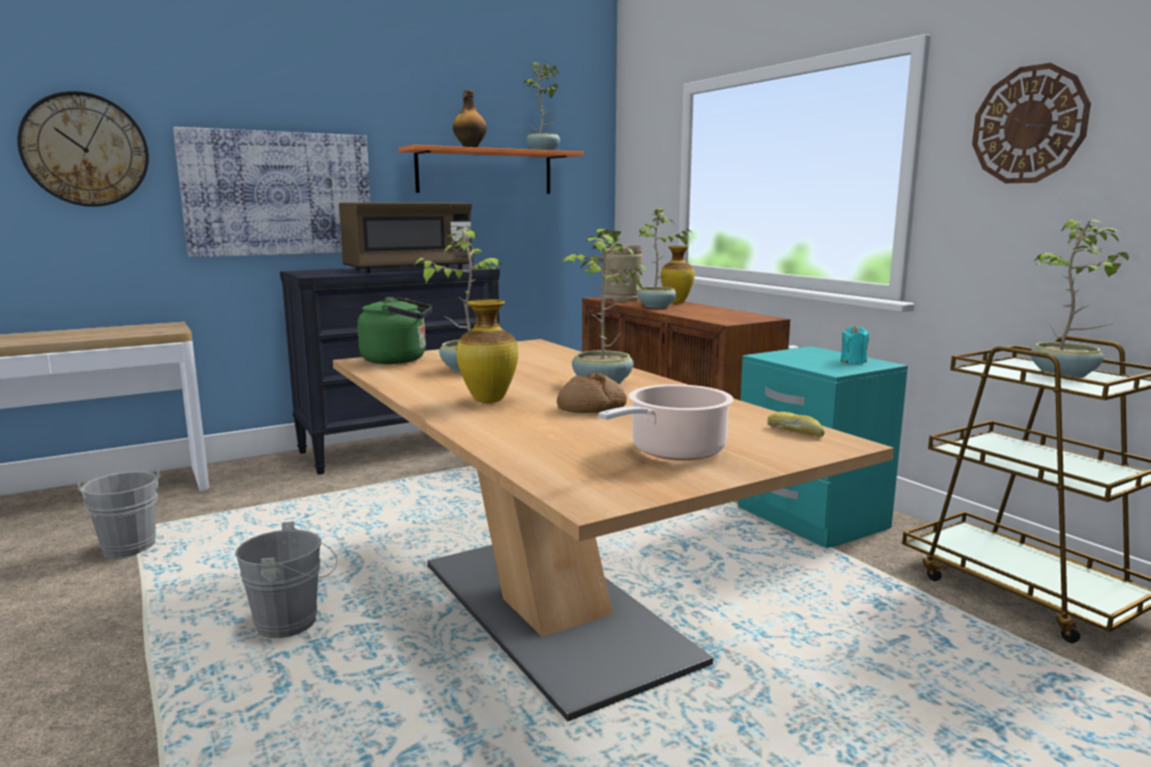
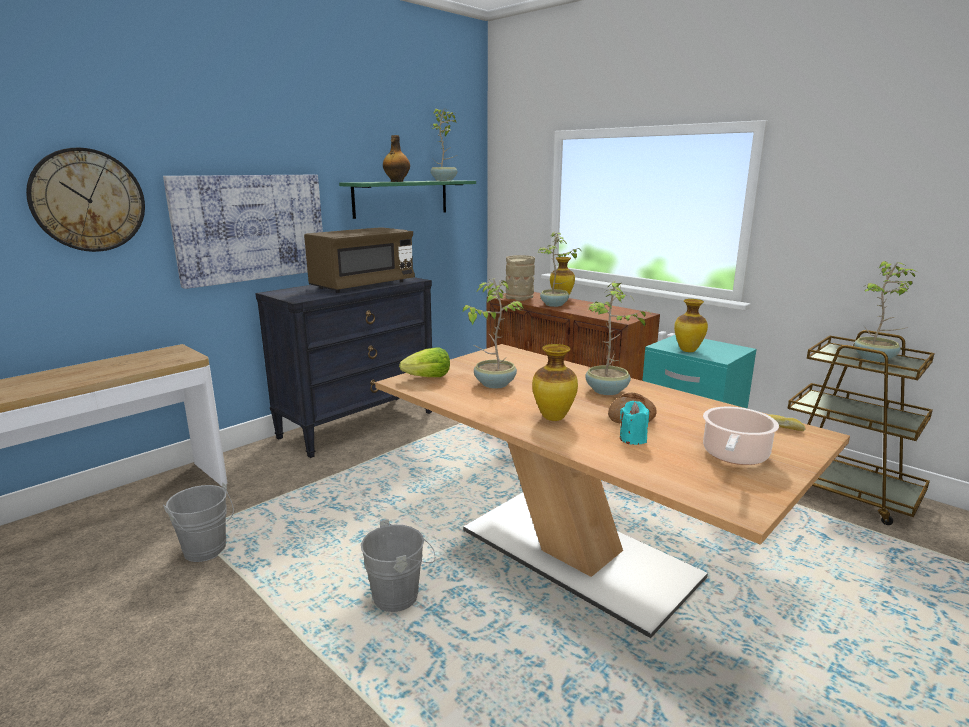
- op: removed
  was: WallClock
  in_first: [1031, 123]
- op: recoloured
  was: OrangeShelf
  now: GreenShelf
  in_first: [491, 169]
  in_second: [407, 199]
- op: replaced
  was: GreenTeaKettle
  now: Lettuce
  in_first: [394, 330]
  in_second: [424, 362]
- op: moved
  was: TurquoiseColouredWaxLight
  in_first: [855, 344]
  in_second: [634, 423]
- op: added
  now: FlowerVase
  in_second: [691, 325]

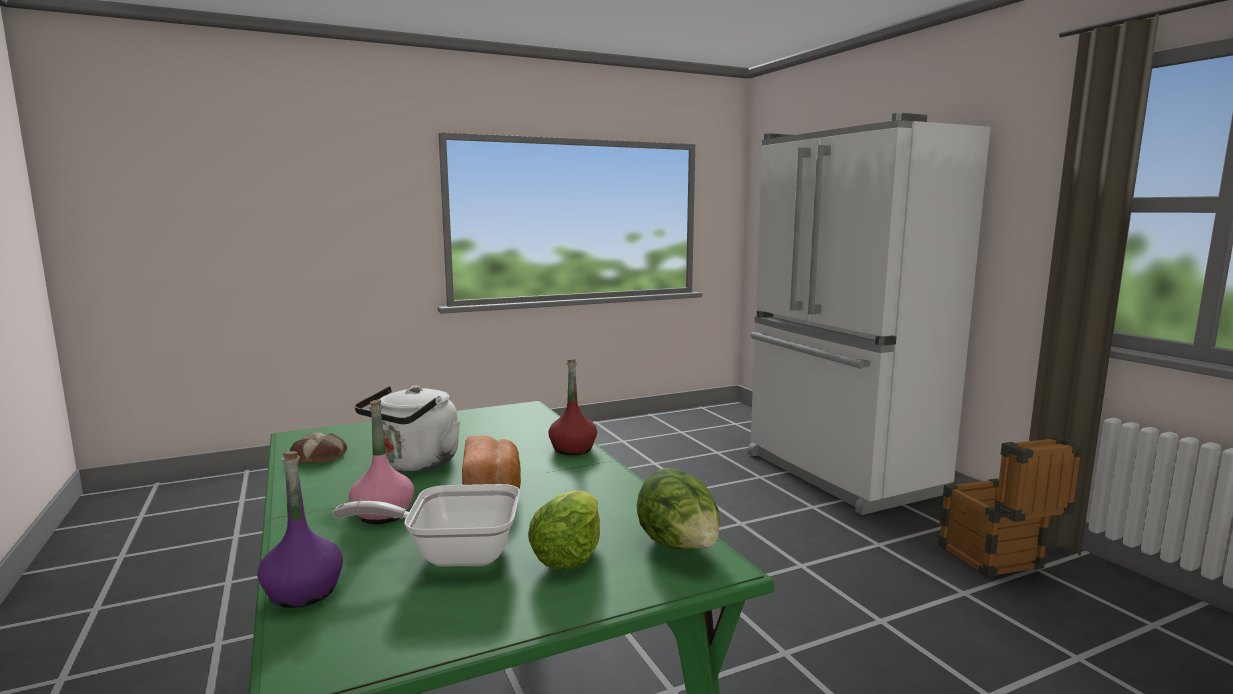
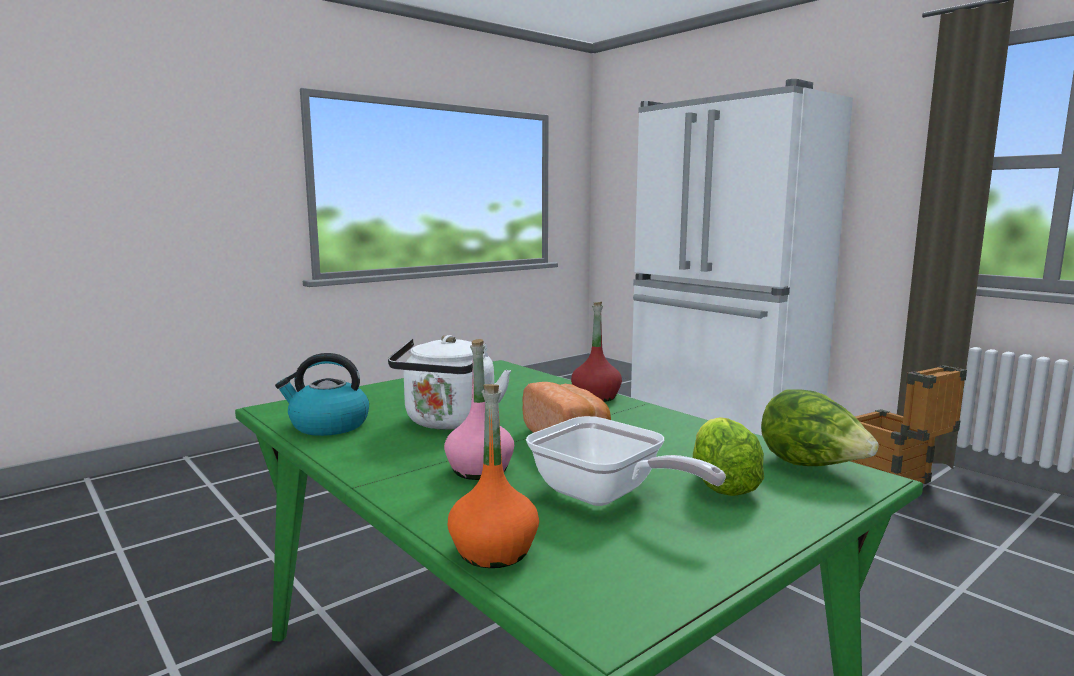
- op: replaced
  was: BakeryBread
  now: TeaKettle
  in_first: [318, 447]
  in_second: [322, 394]
- op: recoloured
  was: PurpleBeverageBottle
  now: OrangeBeverageBottle
  in_first: [300, 529]
  in_second: [493, 476]
- op: turned
  was: Skillet
  in_first: [426, 525]
  in_second: [626, 461]
  clockwise: -120

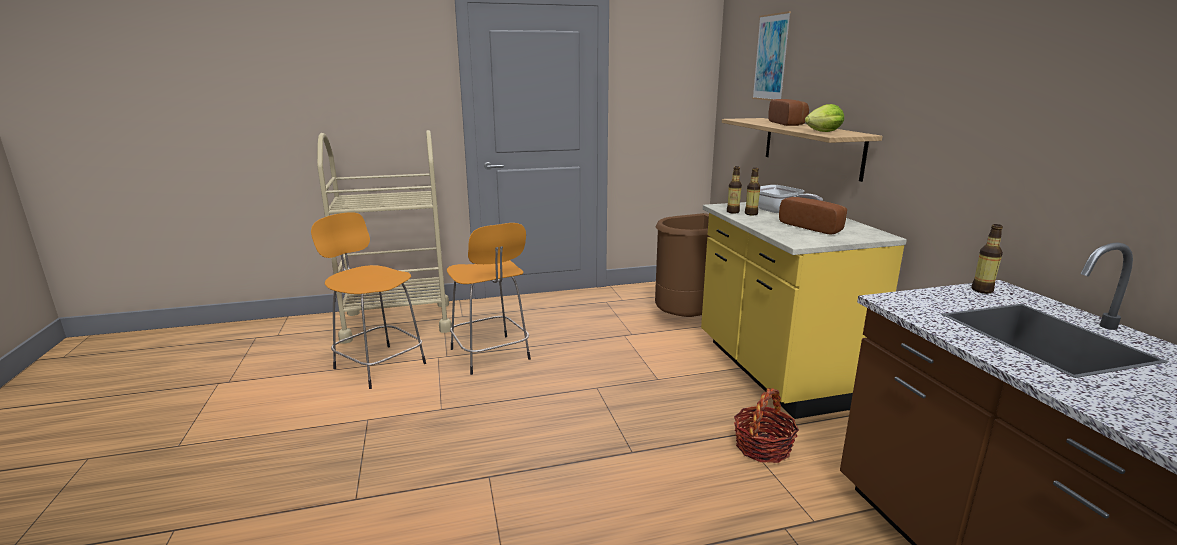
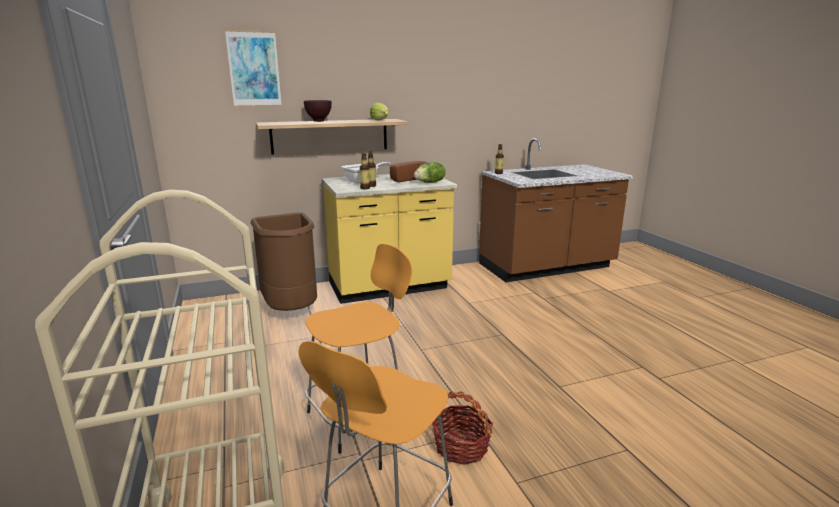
- op: replaced
  was: BakeryBread
  now: BrownBowl
  in_first: [788, 112]
  in_second: [318, 111]
- op: moved
  was: Basket
  in_first: [766, 425]
  in_second: [462, 428]
- op: added
  now: Lettuce
  in_second: [430, 172]

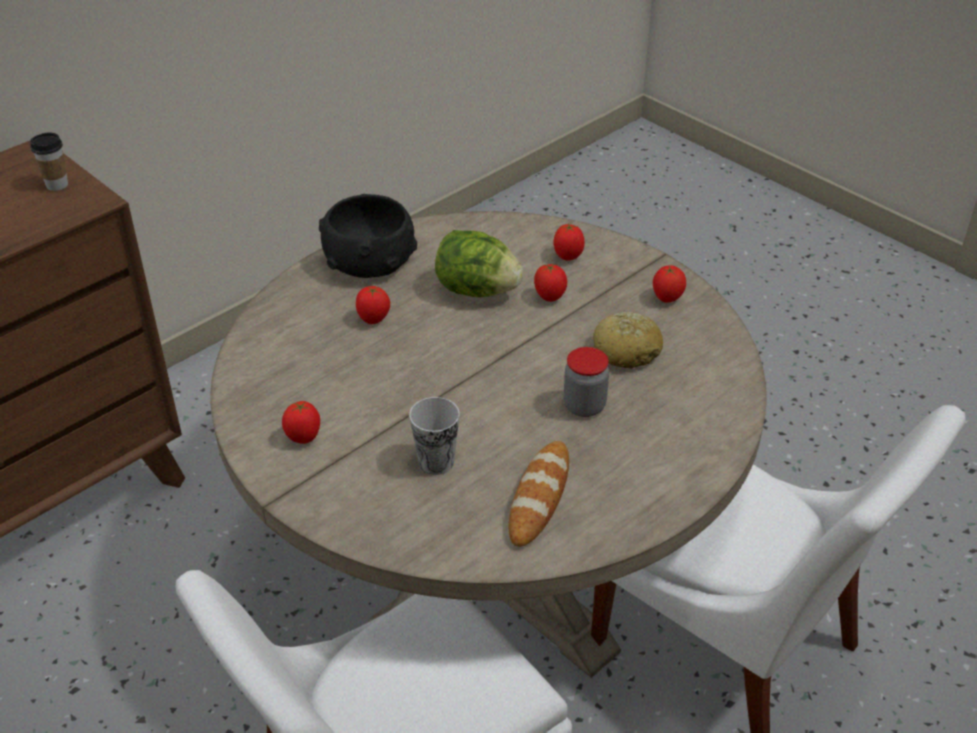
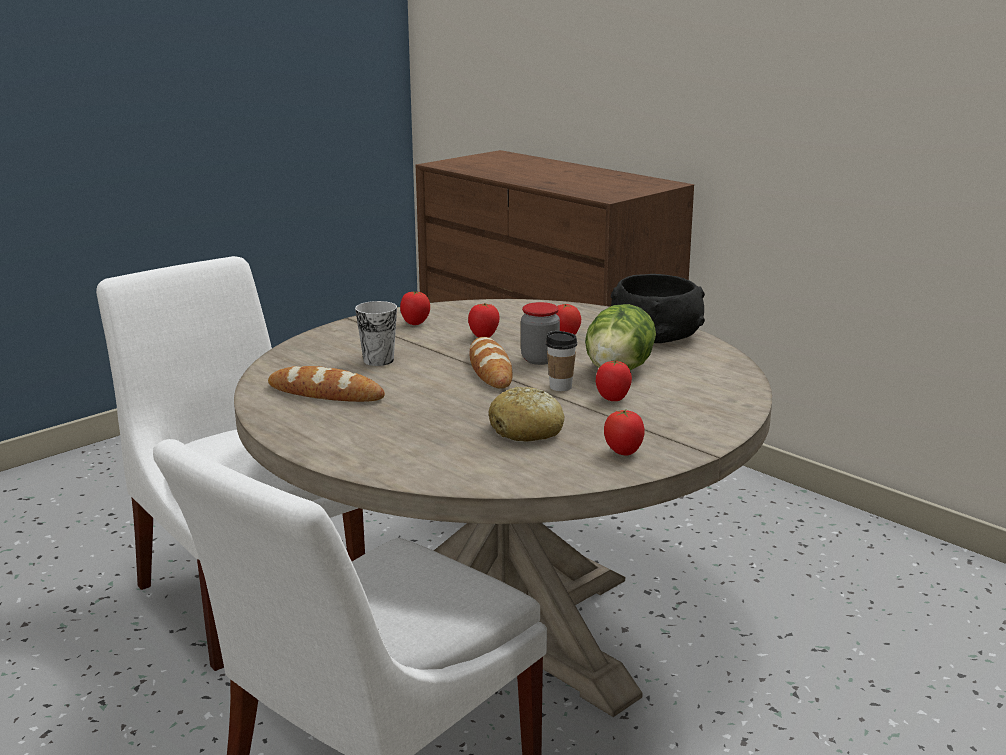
- op: moved
  was: SmallCup
  in_first: [49, 161]
  in_second: [561, 361]
- op: moved
  was: WholeTomato
  in_first: [569, 242]
  in_second: [484, 320]
- op: moved
  was: StorageJar
  in_first: [586, 382]
  in_second: [540, 333]
- op: added
  now: BakeryBread
  in_second: [491, 363]

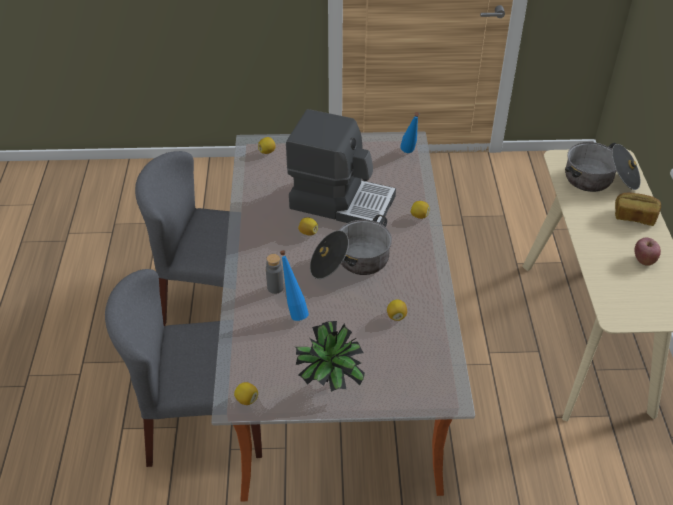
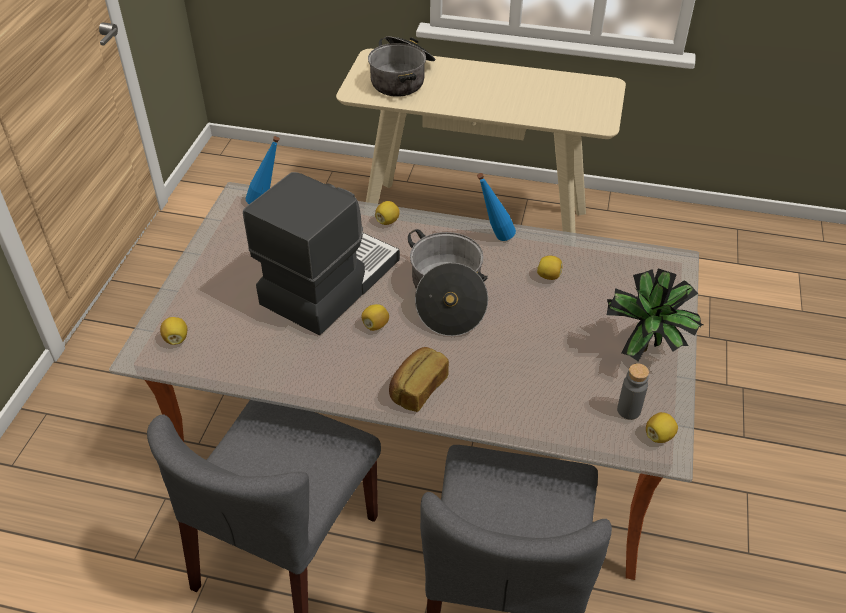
- op: moved
  was: BakeryBread
  in_first: [638, 209]
  in_second: [419, 379]
- op: removed
  was: AppleFruit
  in_first: [648, 251]
- op: moved
  was: BlueColouredBeverageBottle
  in_first: [294, 285]
  in_second: [496, 207]
- op: moved
  was: GreyBeverageBottle
  in_first: [274, 274]
  in_second: [633, 391]

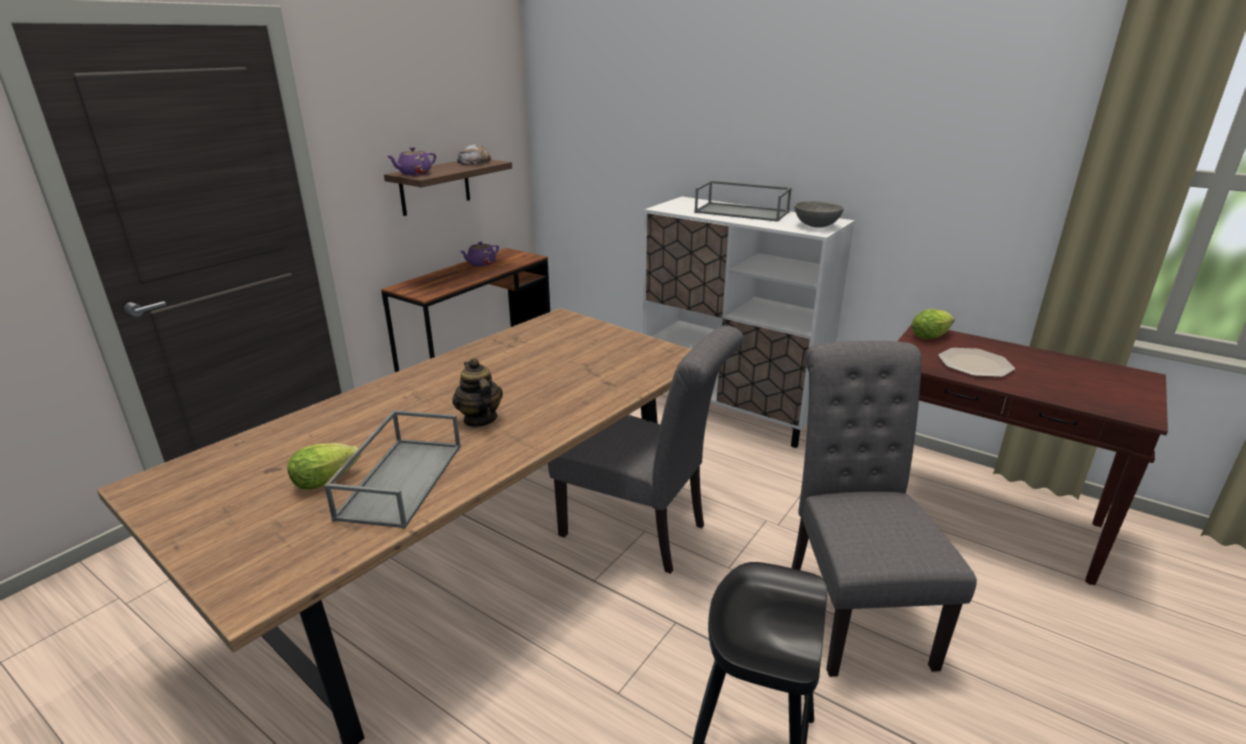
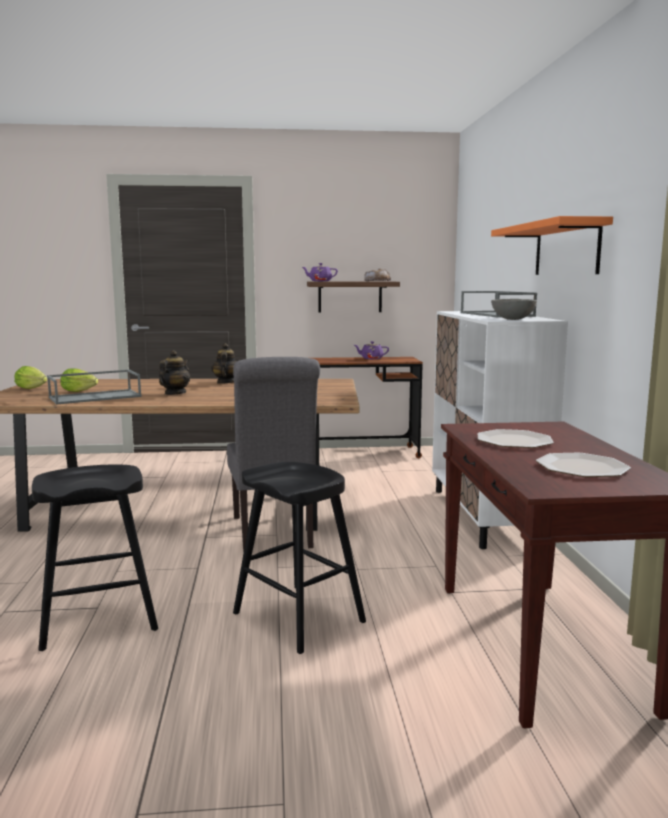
- op: moved
  was: Lettuce
  in_first: [933, 324]
  in_second: [30, 377]
- op: replaced
  was: GreyChair
  now: BlackColouredStool
  in_first: [884, 509]
  in_second: [299, 558]
- op: added
  now: OrangeShelf
  in_second: [552, 245]
- op: added
  now: Teapot
  in_second: [224, 363]
- op: added
  now: DinnerPlate
  in_second: [583, 465]

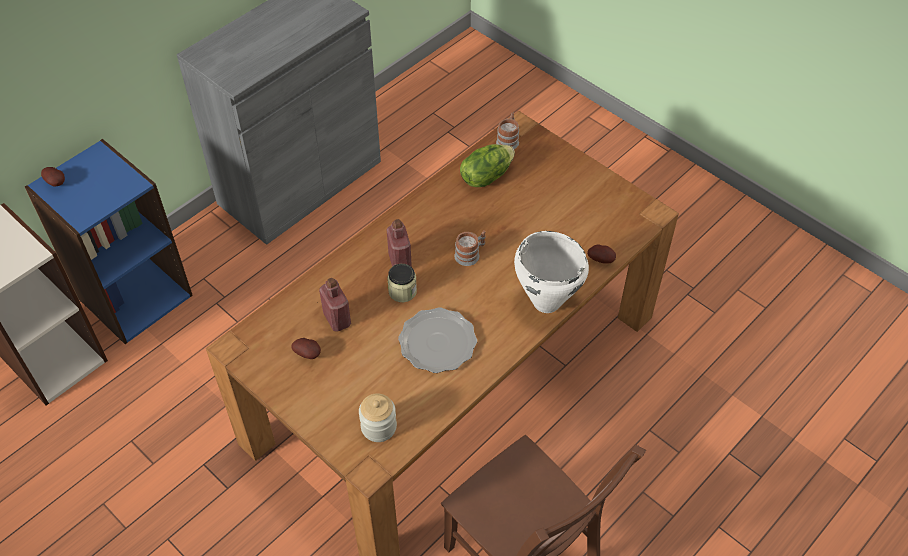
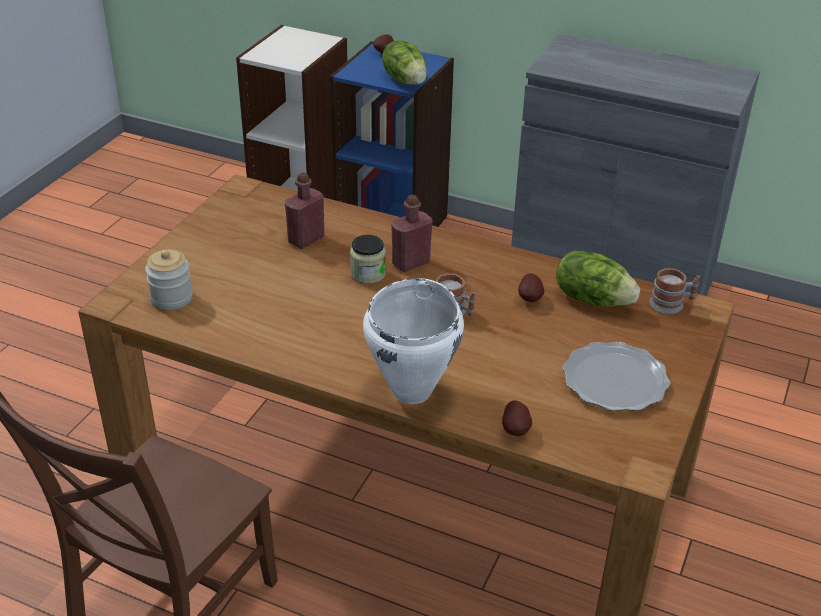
- op: moved
  was: DinnerPlate
  in_first: [437, 340]
  in_second: [616, 376]
- op: moved
  was: WholePotato
  in_first: [306, 348]
  in_second: [531, 287]
- op: added
  now: Lettuce
  in_second: [404, 62]

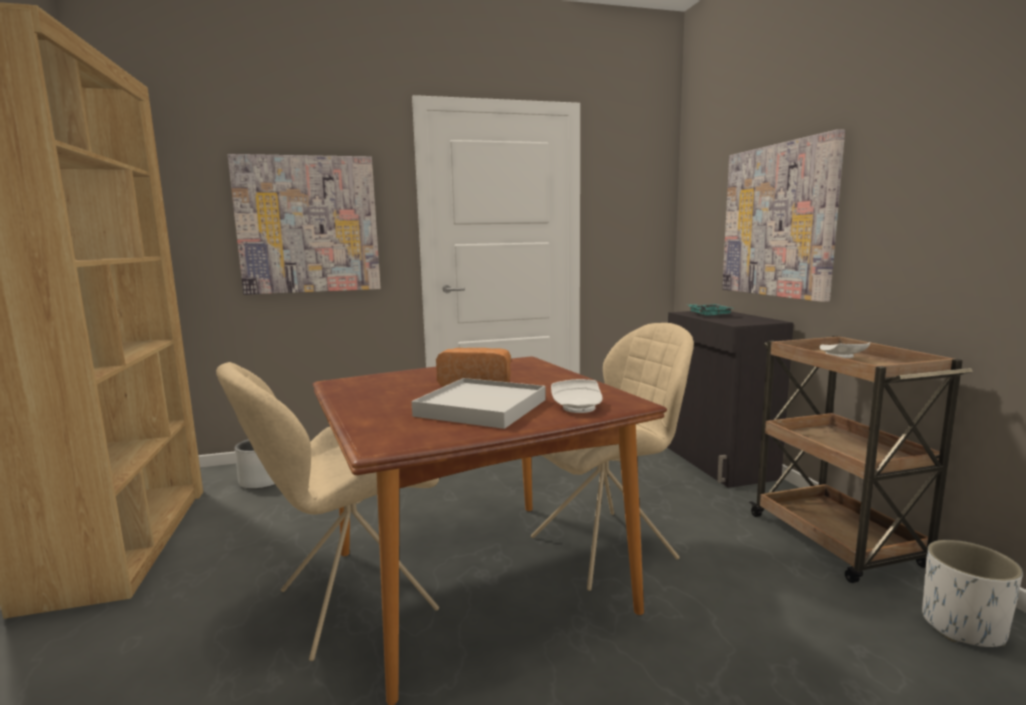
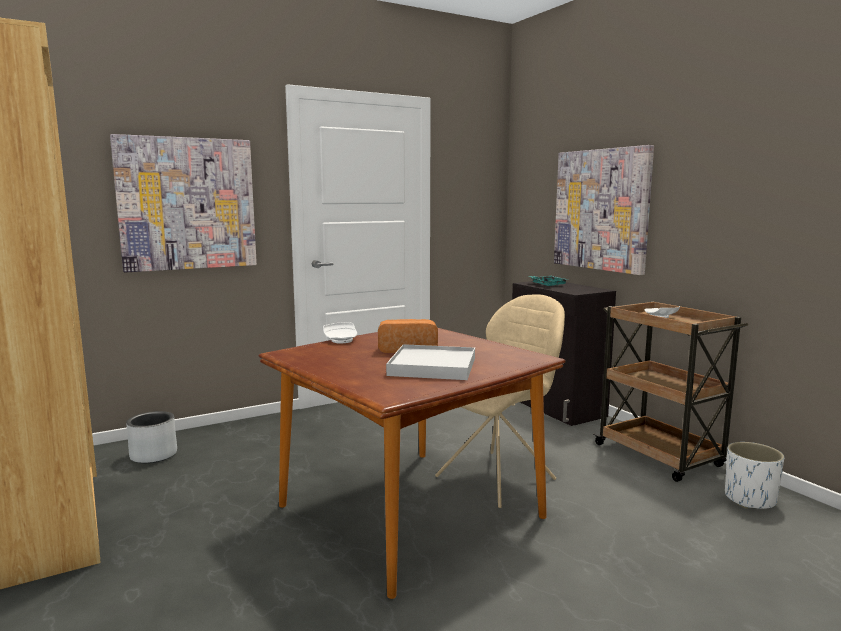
- op: removed
  was: BeigeColouredChair
  in_first: [327, 511]
- op: moved
  was: WhitishDinnerPlate
  in_first: [576, 396]
  in_second: [340, 332]

